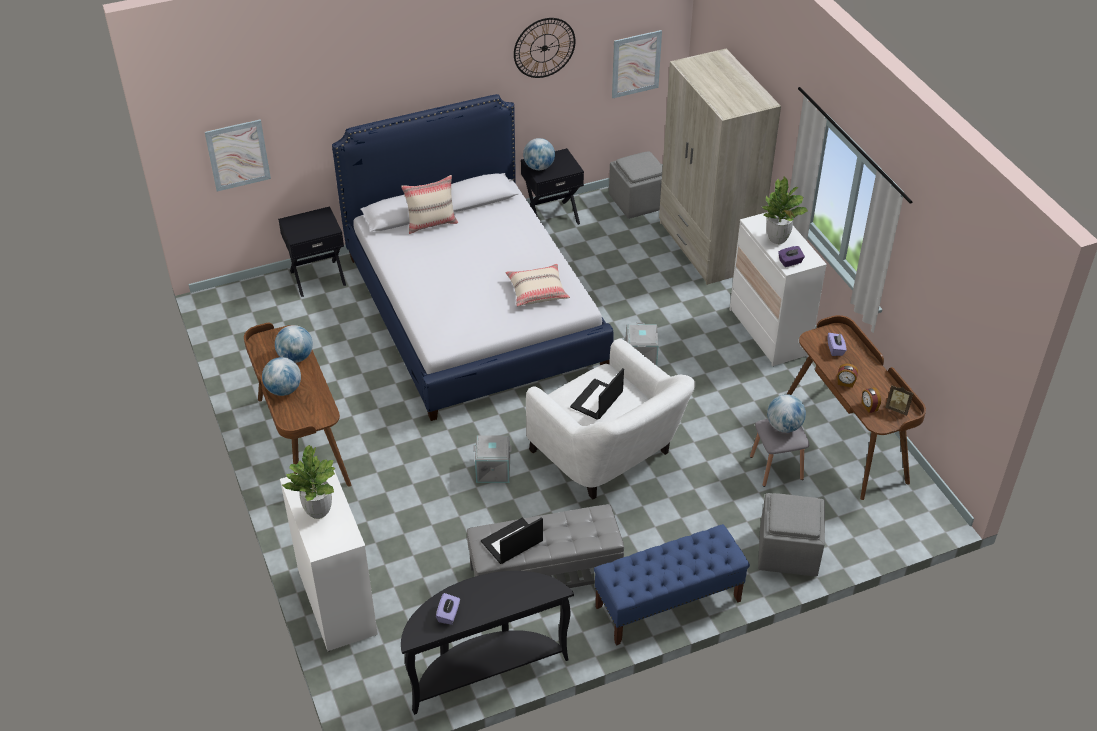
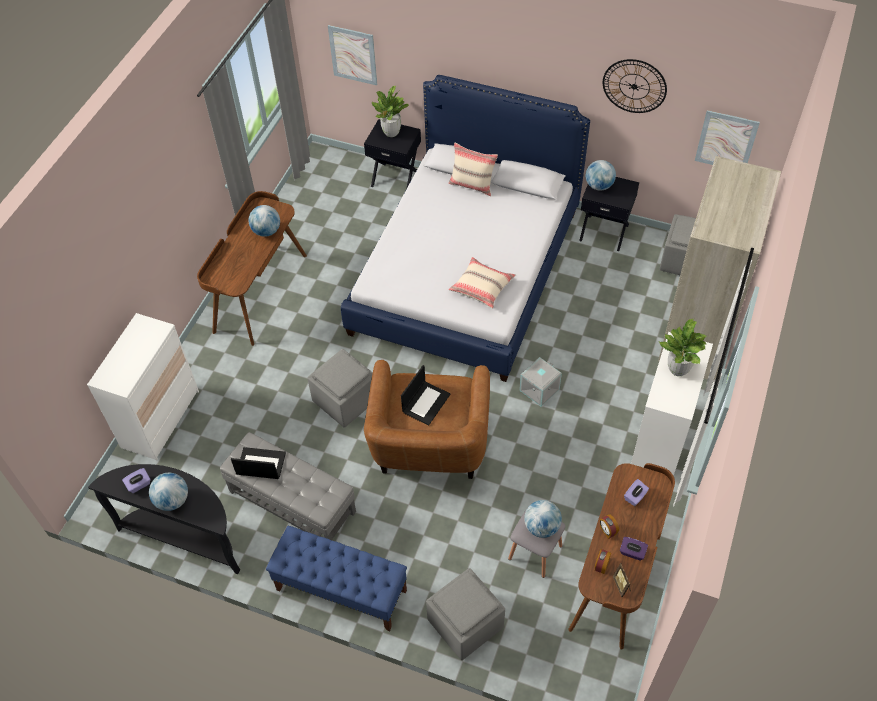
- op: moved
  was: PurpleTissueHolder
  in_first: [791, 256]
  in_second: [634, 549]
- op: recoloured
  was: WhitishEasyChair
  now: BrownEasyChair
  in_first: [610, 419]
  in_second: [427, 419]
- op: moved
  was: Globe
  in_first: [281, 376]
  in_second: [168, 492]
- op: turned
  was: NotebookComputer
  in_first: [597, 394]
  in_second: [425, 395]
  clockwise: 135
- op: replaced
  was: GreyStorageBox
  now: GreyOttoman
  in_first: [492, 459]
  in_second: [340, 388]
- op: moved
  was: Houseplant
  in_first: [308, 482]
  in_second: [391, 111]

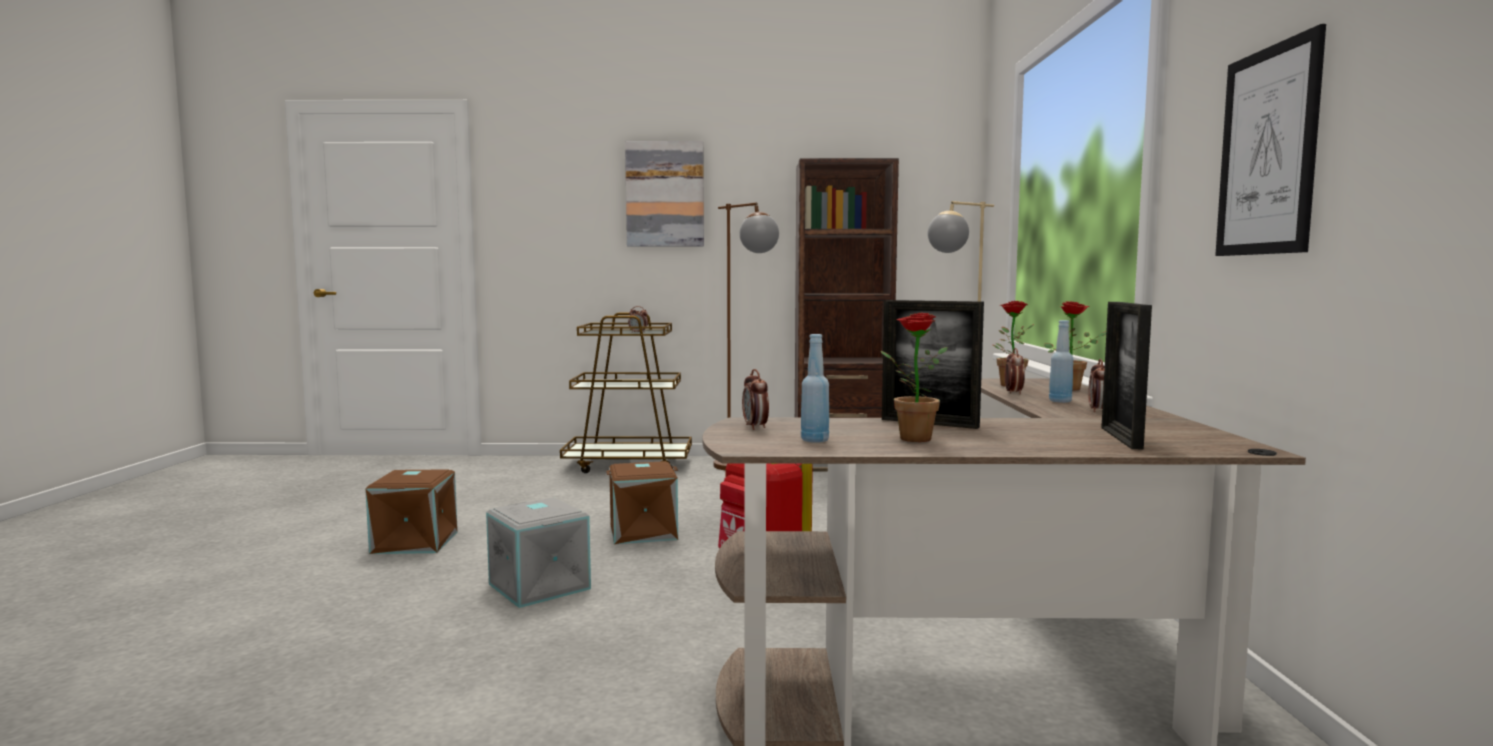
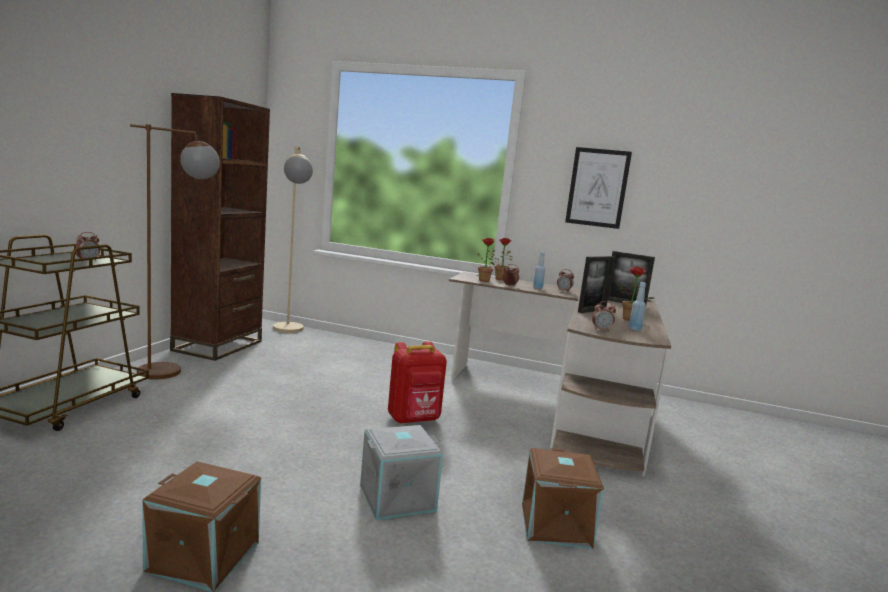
- op: removed
  was: WallPicture
  in_first: [664, 193]
- op: moved
  was: BrownStorageBox
  in_first: [642, 502]
  in_second: [563, 498]

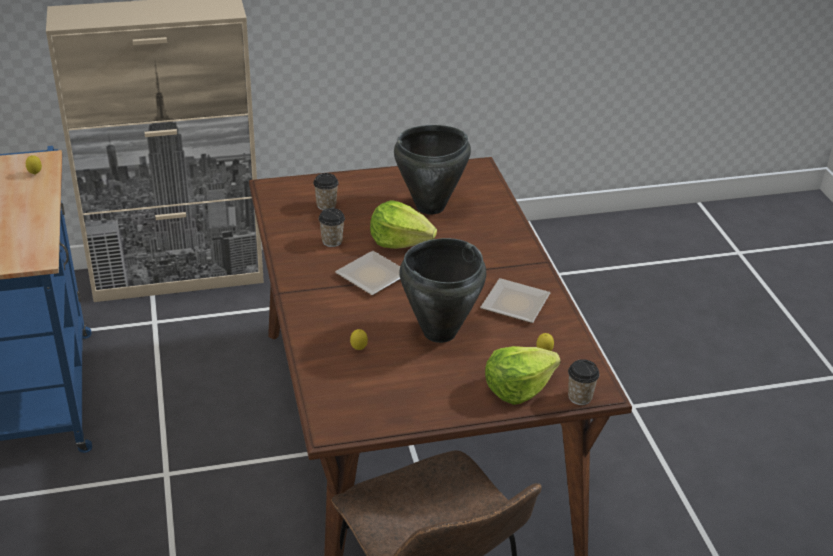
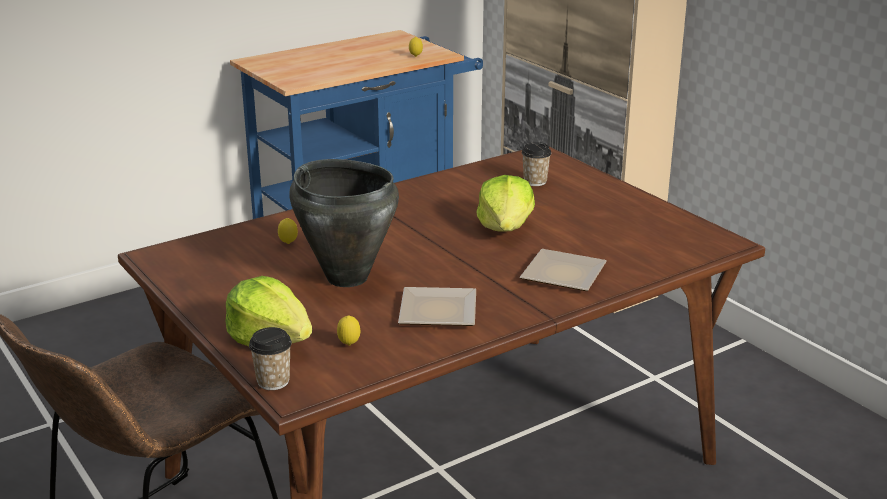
- op: removed
  was: BlackColouredCookingPot
  in_first: [432, 169]
- op: removed
  was: SmallCup
  in_first: [332, 227]
- op: moved
  was: DinnerPlate
  in_first: [367, 273]
  in_second: [563, 270]

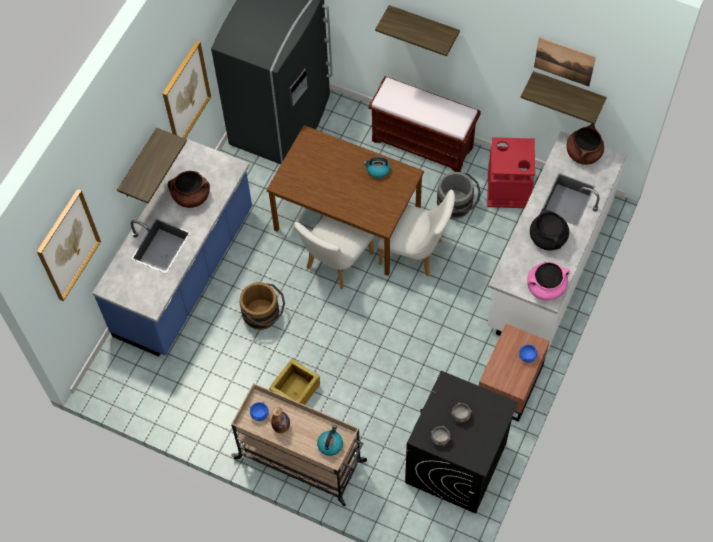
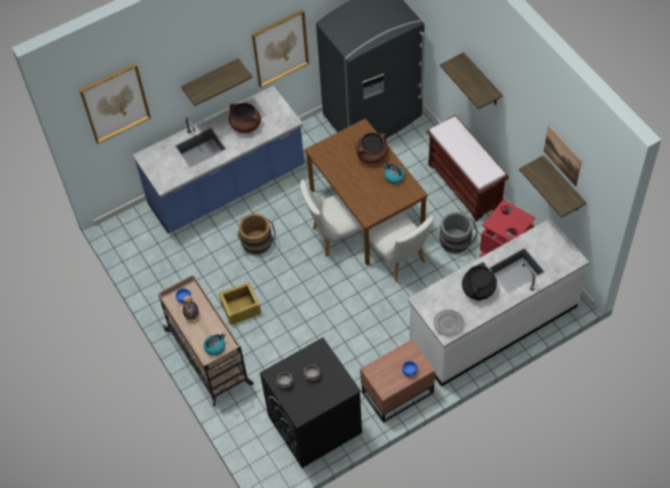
- op: moved
  was: BrownCookingPot
  in_first: [585, 144]
  in_second: [372, 148]
- op: replaced
  was: PinkColouredCookingPot
  now: GreyDinnerPlate
  in_first: [548, 281]
  in_second: [449, 322]

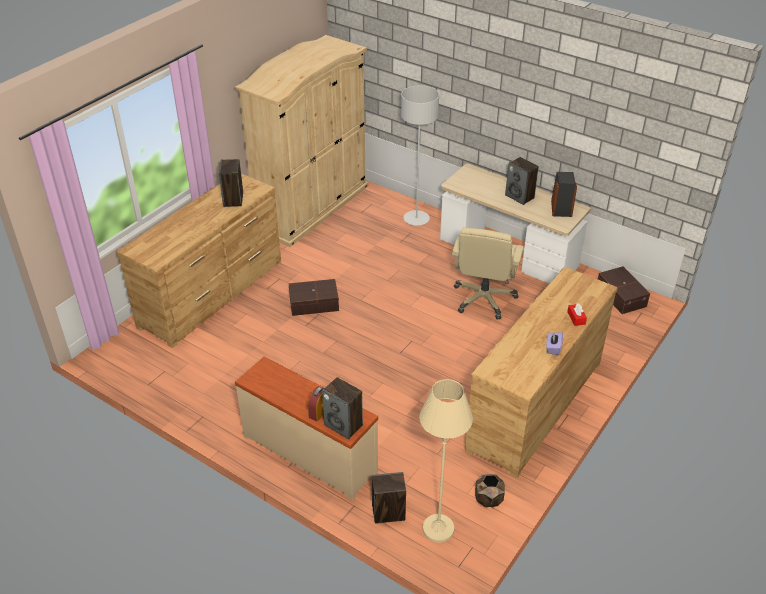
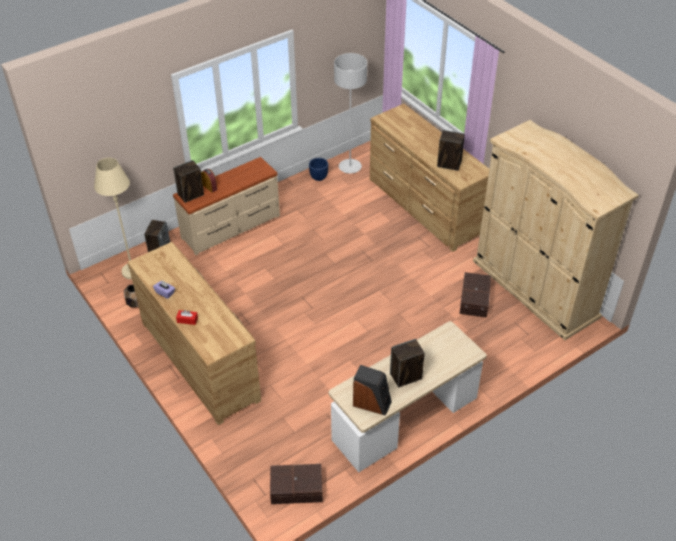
- op: moved
  was: GreyStandingLamp
  in_first: [420, 155]
  in_second: [350, 113]
- op: removed
  was: BeigeColouredOfficeChair
  in_first: [488, 273]
- op: moved
  was: BrownStorageBox
  in_first: [314, 297]
  in_second: [475, 295]
- op: added
  now: BlueColouredFlowerPot
  in_second: [318, 169]

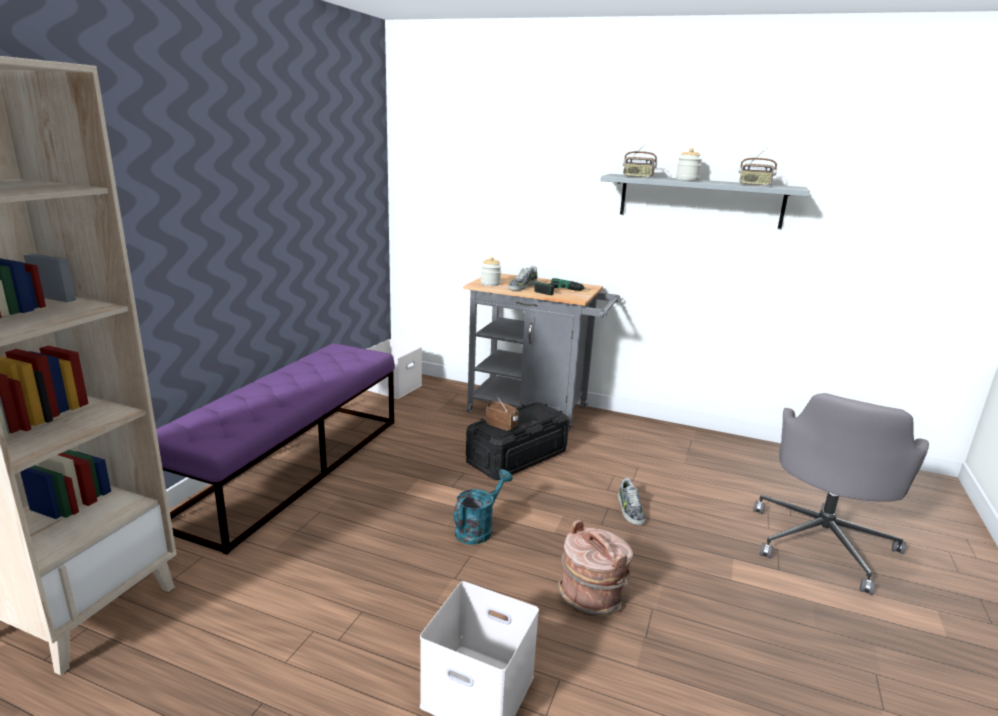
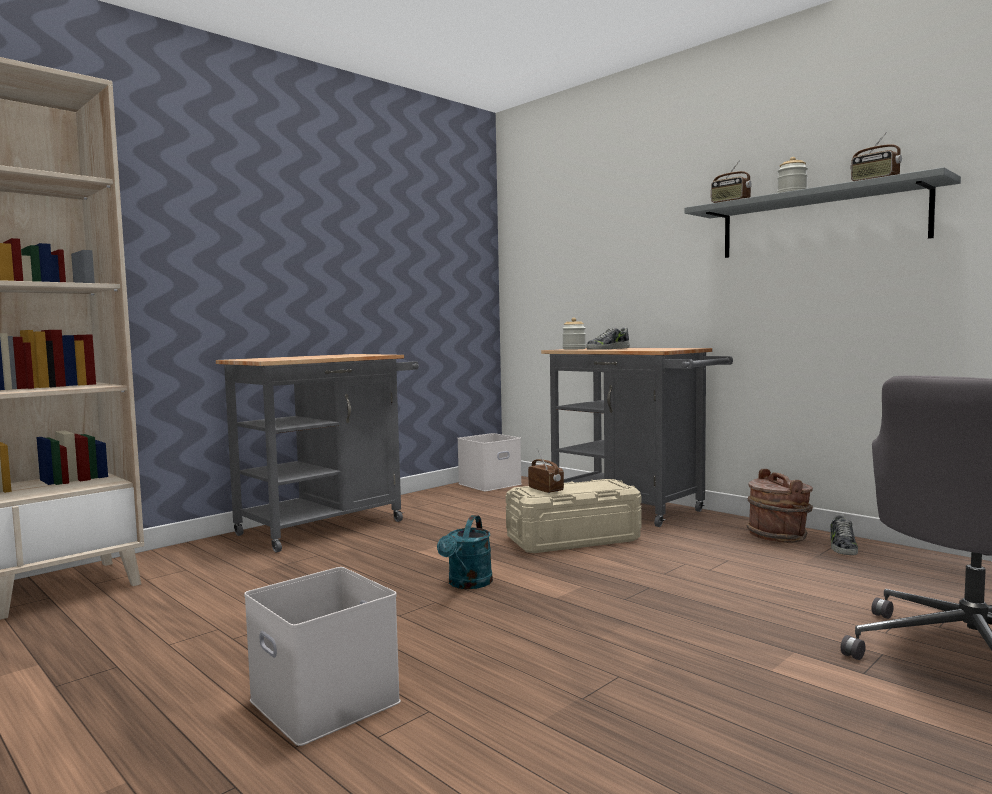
- op: removed
  was: PowerDrill
  in_first: [562, 286]
- op: replaced
  was: PurpleLongSeat
  now: GreyTrolley
  in_first: [275, 448]
  in_second: [317, 453]
- op: recoloured
  was: BlackColouredStorageBox
  now: BeigeColouredStorageBox
  in_first: [517, 441]
  in_second: [573, 516]
- op: turned
  was: TurquoiseColouredSprinklingCan
  in_first: [483, 507]
  in_second: [465, 552]
  clockwise: 135
- op: moved
  was: Shoe
  in_first: [632, 501]
  in_second: [844, 534]
- op: moved
  was: BrownBucket
  in_first: [595, 568]
  in_second: [780, 506]

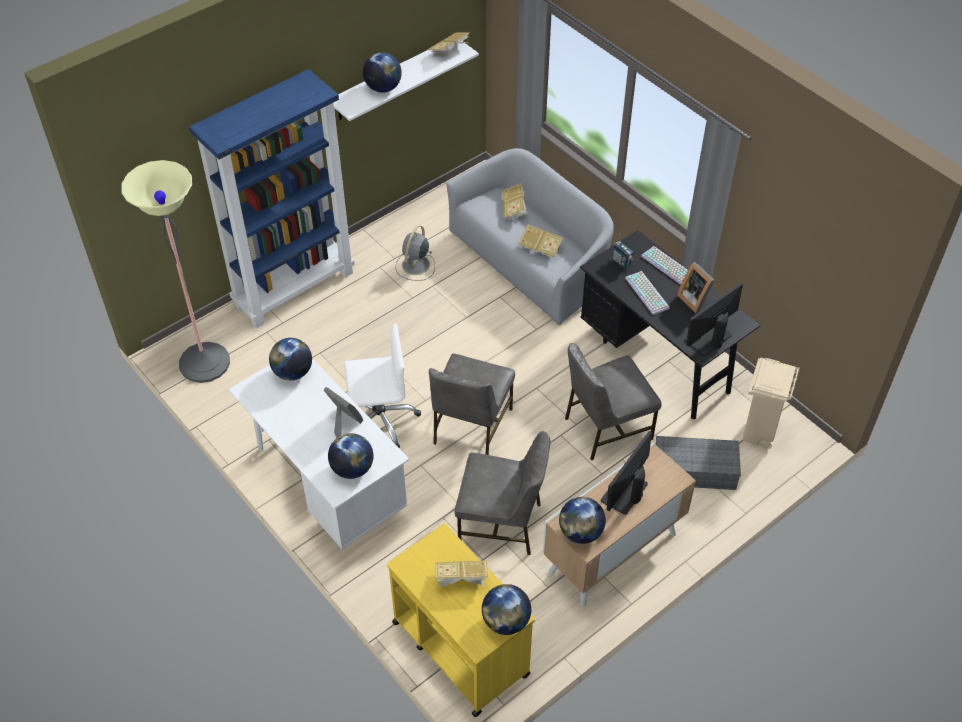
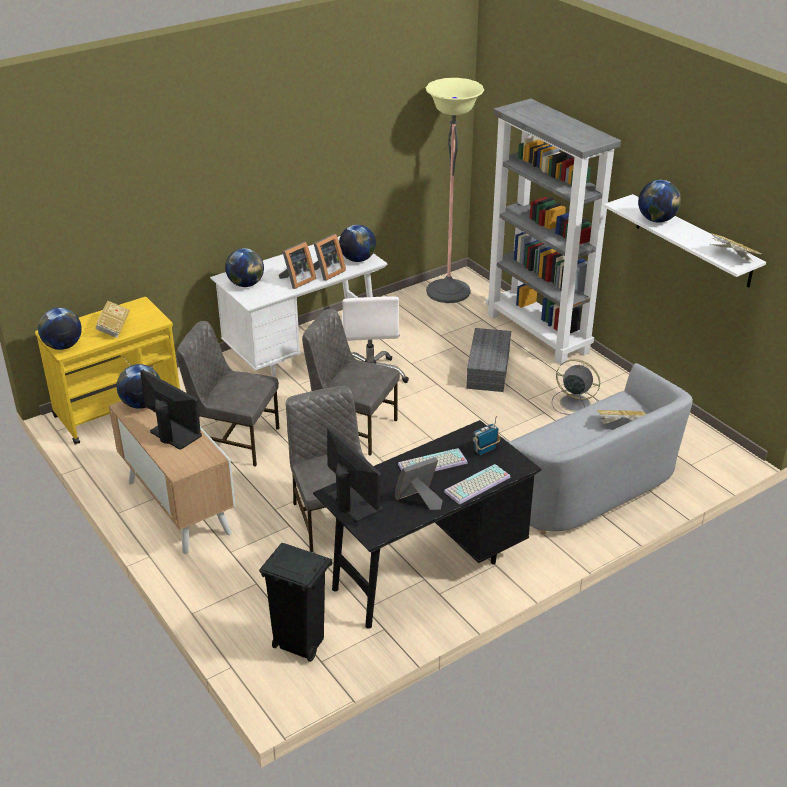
- op: recoloured
  was: BlueColouredShelvingUnit
  now: GreyShelvingUnit
  in_first: [272, 198]
  in_second: [553, 232]
- op: removed
  was: Volume
  in_first: [540, 241]
- op: recoloured
  was: BeigeColouredTrashCan
  now: BlackColouredTrashCan
  in_first: [771, 403]
  in_second: [295, 602]
- op: turned
  was: GreyChair
  in_first: [503, 493]
  in_second: [227, 393]
  clockwise: 90
- op: moved
  was: GreyStorageBox
  in_first: [698, 463]
  in_second: [489, 360]
- op: added
  now: PictureFrame
  in_second: [329, 257]

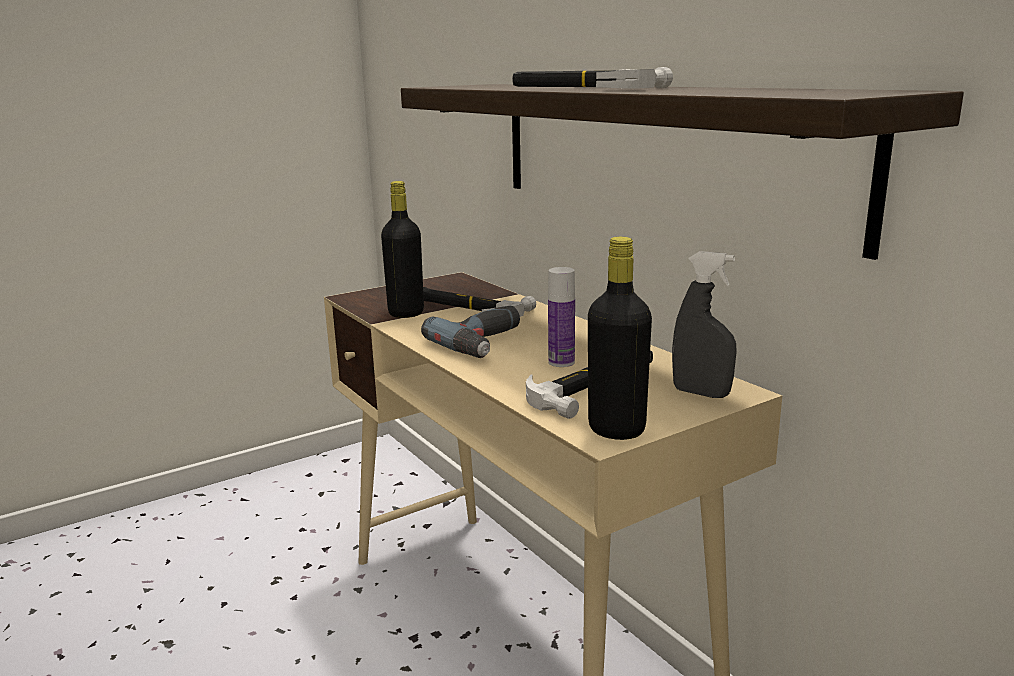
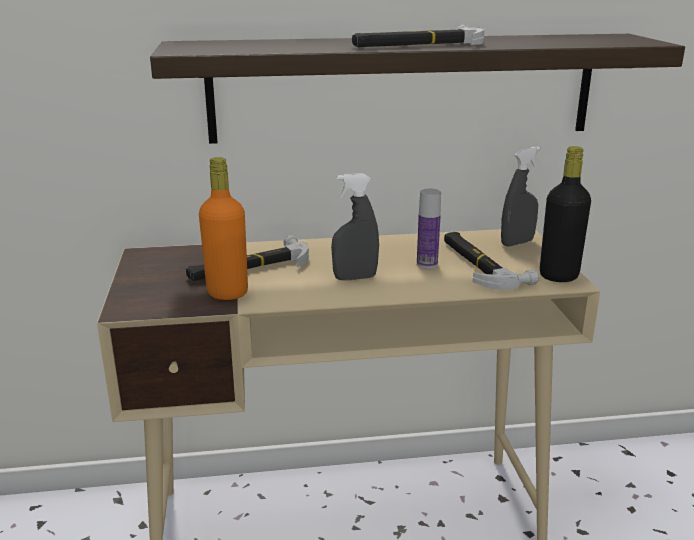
- op: recoloured
  was: BlackColouredBeverageBottle
  now: OrangeBeverageBottle
  in_first: [402, 249]
  in_second: [223, 228]
- op: replaced
  was: PowerDrill
  now: GreySprayer
  in_first: [470, 332]
  in_second: [355, 226]

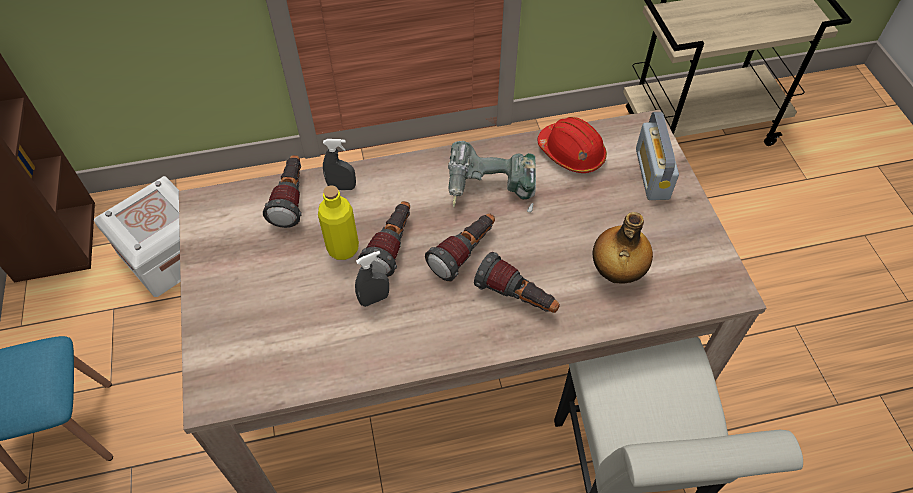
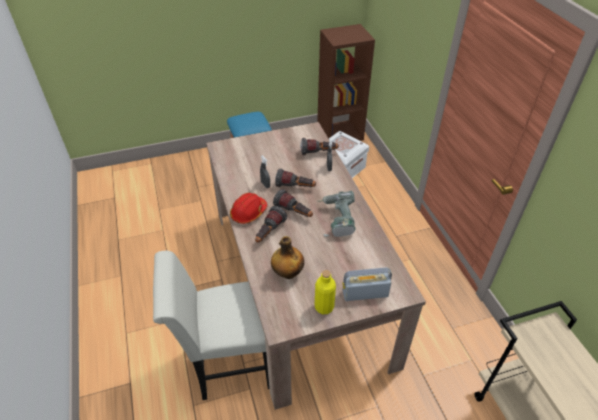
- op: moved
  was: RedColouredWorkHelmet
  in_first: [572, 145]
  in_second: [248, 208]
- op: moved
  was: YellowColouredBeverageBottle
  in_first: [338, 223]
  in_second: [325, 292]

